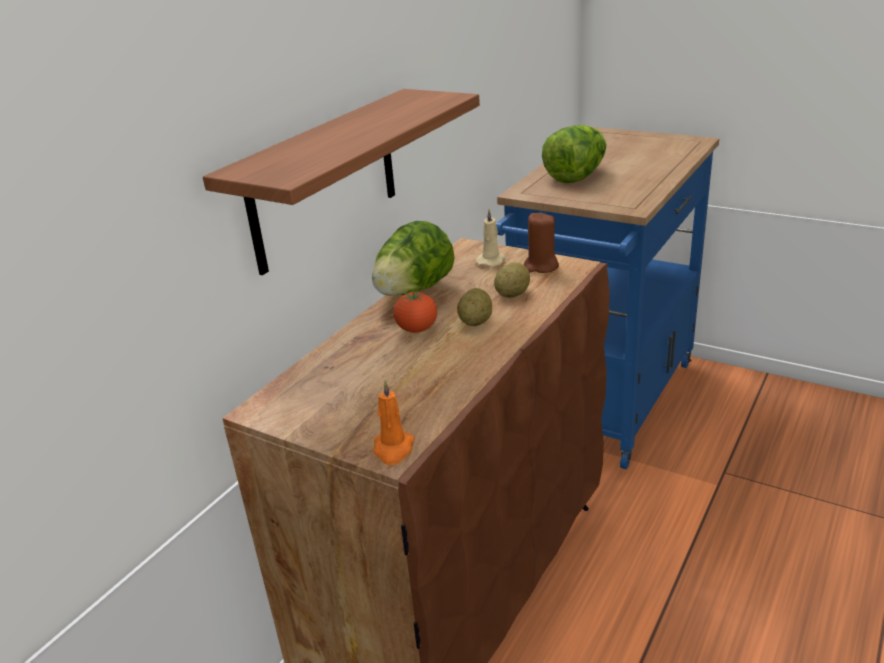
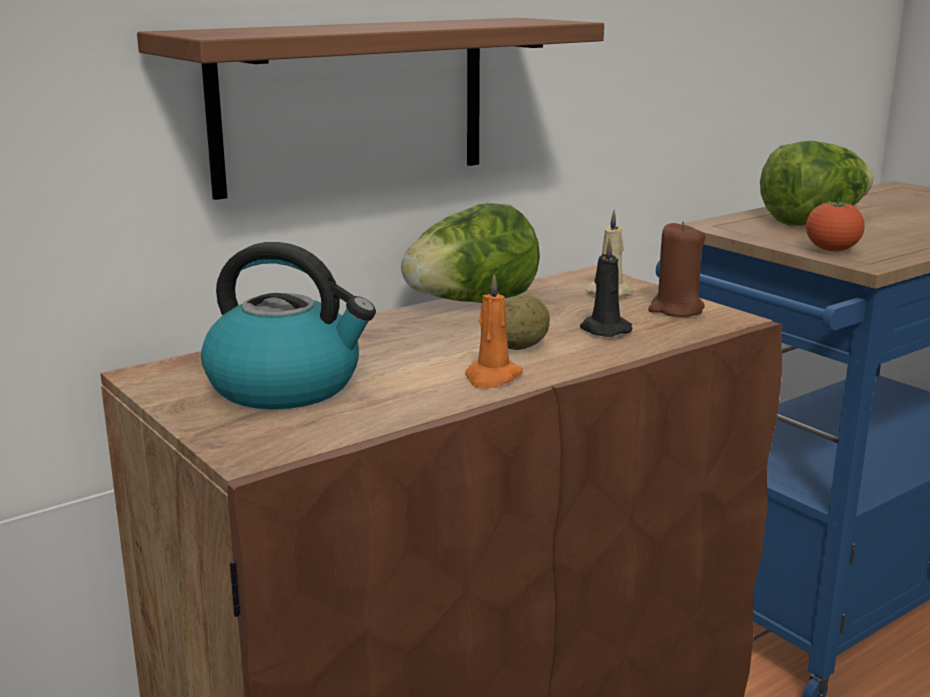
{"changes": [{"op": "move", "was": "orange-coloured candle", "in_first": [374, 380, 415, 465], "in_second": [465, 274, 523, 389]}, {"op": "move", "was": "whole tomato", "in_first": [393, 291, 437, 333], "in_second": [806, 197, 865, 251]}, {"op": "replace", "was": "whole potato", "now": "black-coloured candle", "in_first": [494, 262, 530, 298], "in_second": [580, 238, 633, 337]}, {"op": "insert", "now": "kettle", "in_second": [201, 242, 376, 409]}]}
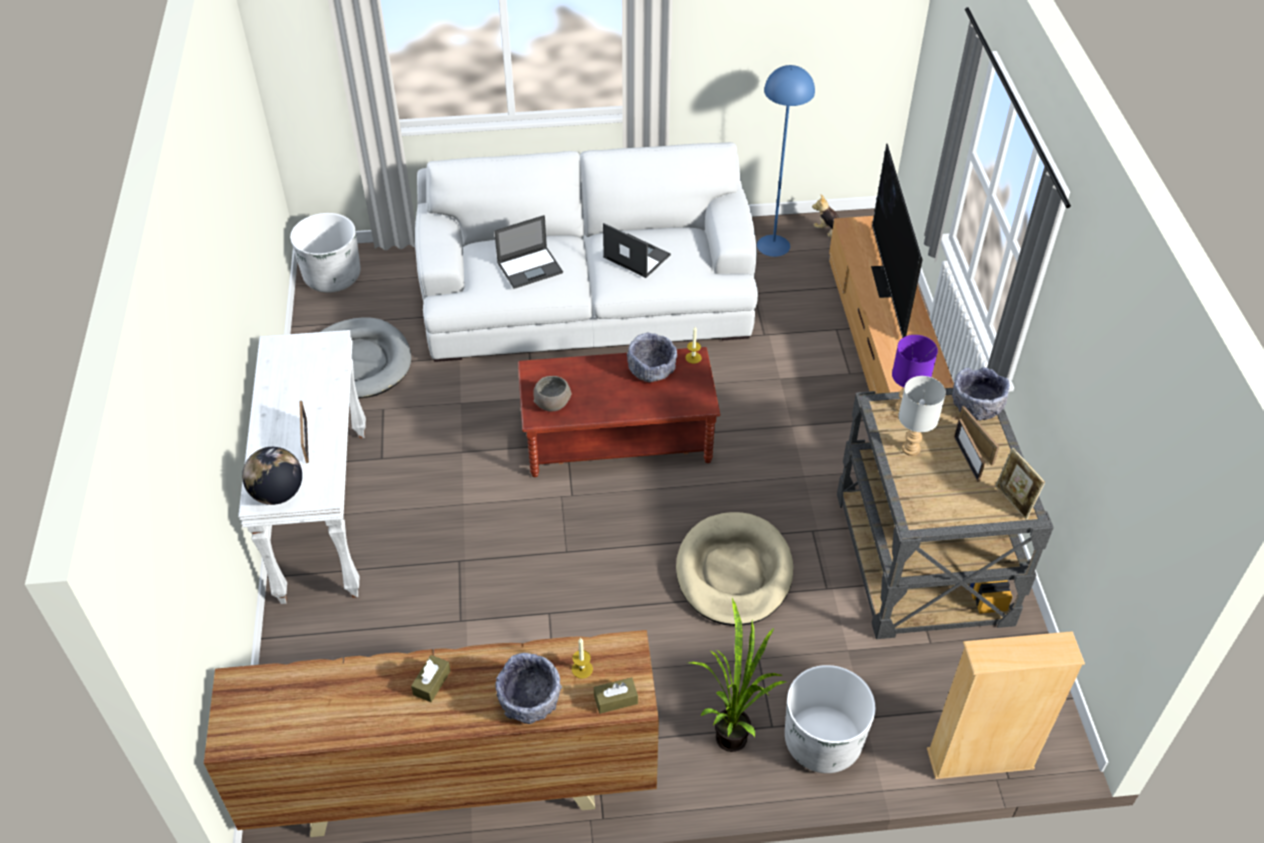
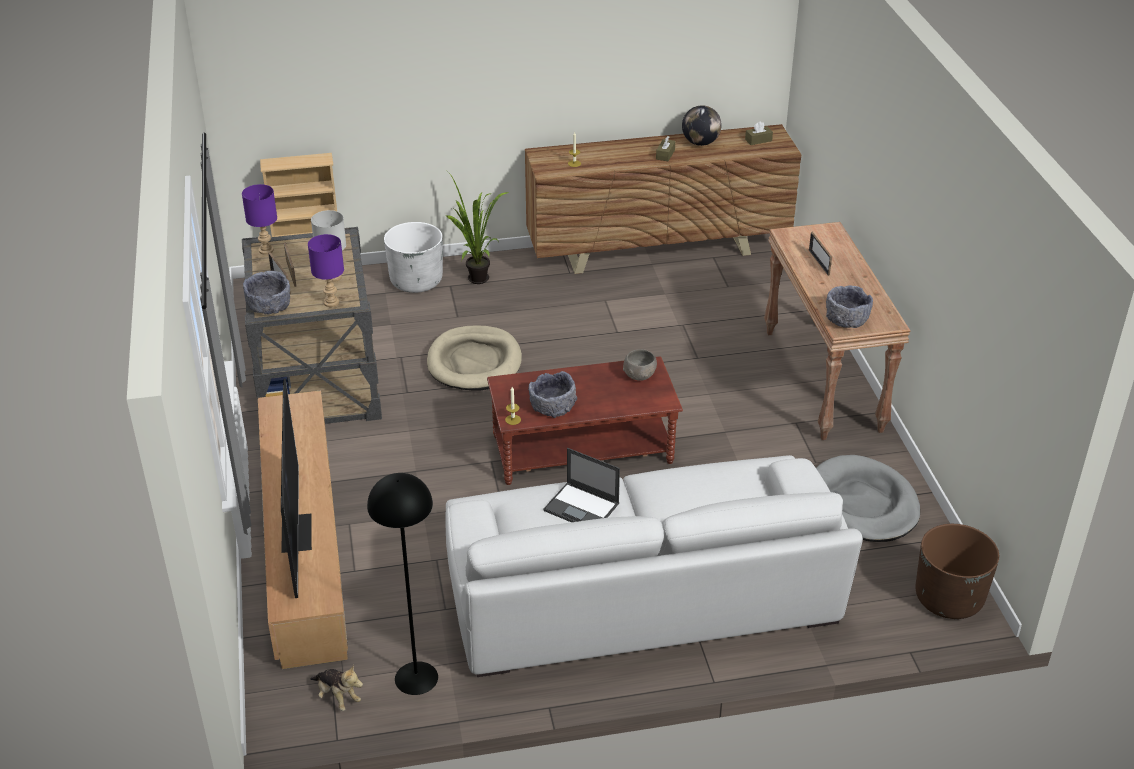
{"changes": [{"op": "recolor", "was": "white-coloured narrow table", "now": "brown narrow table", "in_first": [238, 330, 366, 604], "in_second": [764, 222, 911, 440]}, {"op": "move", "was": "desk globe", "in_first": [242, 447, 302, 505], "in_second": [682, 105, 722, 146]}, {"op": "recolor", "was": "white-coloured flower pot", "now": "brown flower pot", "in_first": [290, 213, 361, 293], "in_second": [916, 524, 999, 619]}, {"op": "delete", "was": "laptop", "in_first": [494, 215, 563, 289]}, {"op": "move", "was": "greyish deep dish", "in_first": [495, 653, 562, 724], "in_second": [826, 285, 873, 328]}, {"op": "move", "was": "brown box of tissues", "in_first": [594, 677, 638, 714], "in_second": [745, 121, 773, 145]}, {"op": "recolor", "was": "blue-coloured standing lamp", "now": "black-coloured standing lamp", "in_first": [757, 65, 815, 257], "in_second": [367, 473, 438, 695]}, {"op": "replace", "was": "photo frame", "now": "purple-coloured tabletop lamp", "in_first": [995, 448, 1045, 520], "in_second": [242, 184, 277, 254]}]}
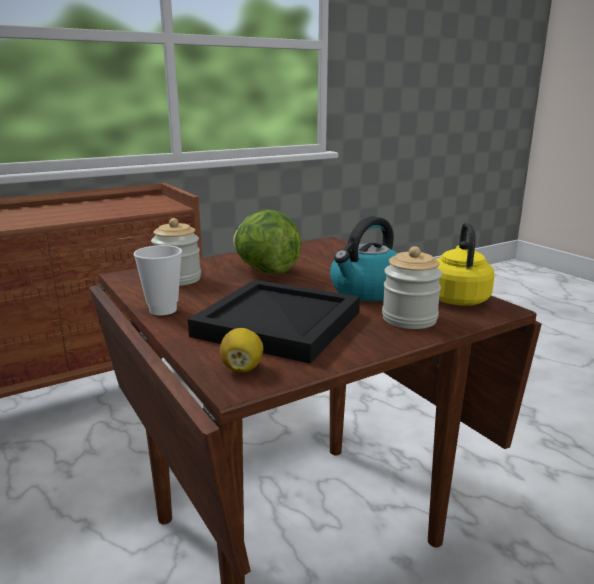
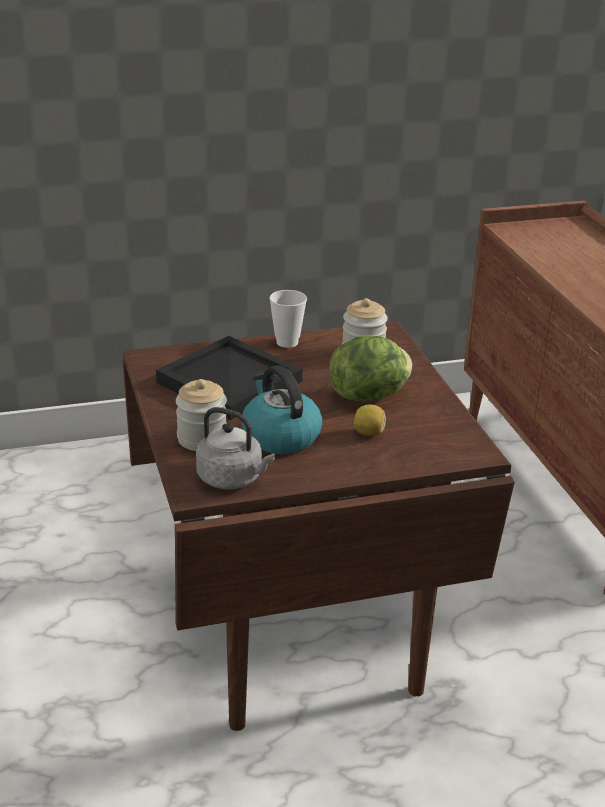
{"changes": [{"op": "move", "was": "whole lemon", "in_first": [220, 328, 263, 372], "in_second": [353, 404, 386, 436]}, {"op": "recolor", "was": "yellow-coloured kettle", "now": "greyish kettle", "in_first": [436, 222, 494, 306], "in_second": [196, 407, 275, 489]}]}
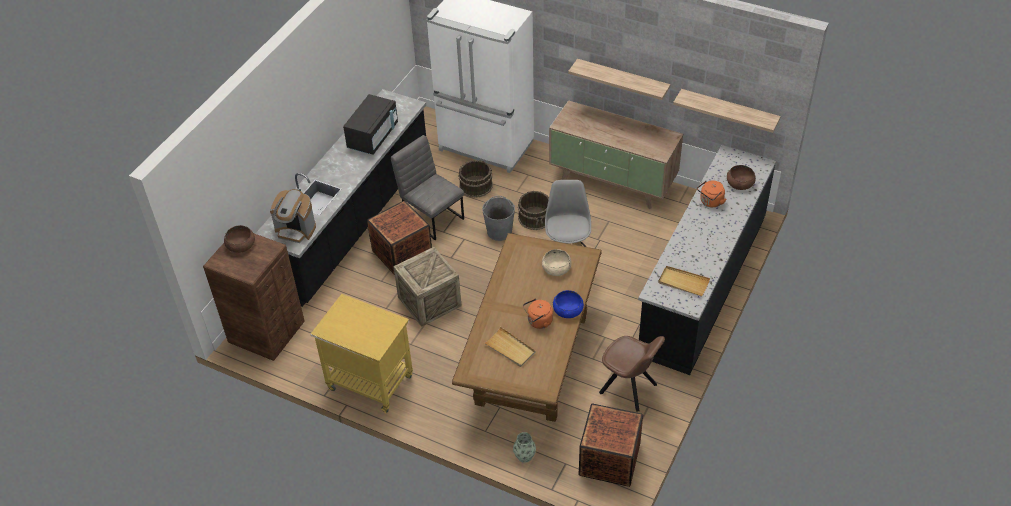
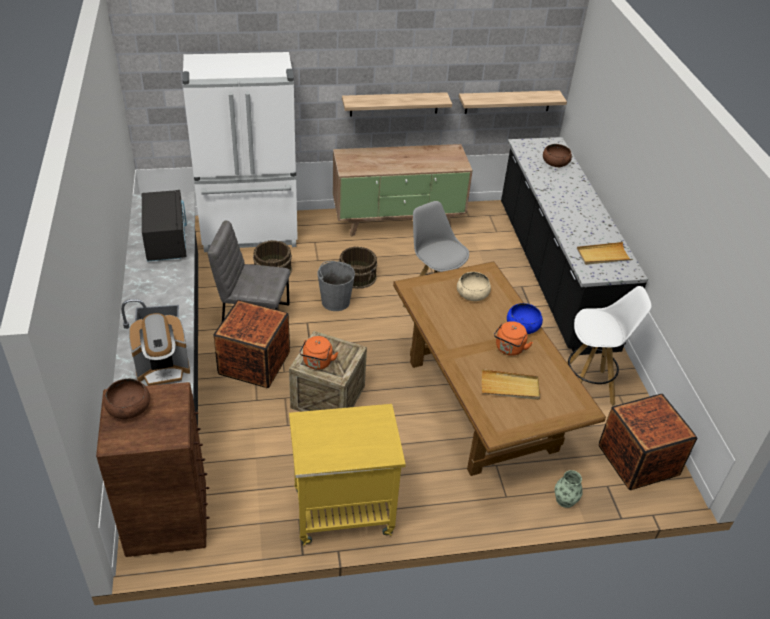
{"changes": [{"op": "replace", "was": "brown upright chair", "now": "white-coloured stool", "in_first": [599, 336, 665, 412], "in_second": [567, 286, 652, 405]}, {"op": "move", "was": "orange-coloured kettle", "in_first": [697, 181, 726, 207], "in_second": [300, 336, 338, 370]}]}
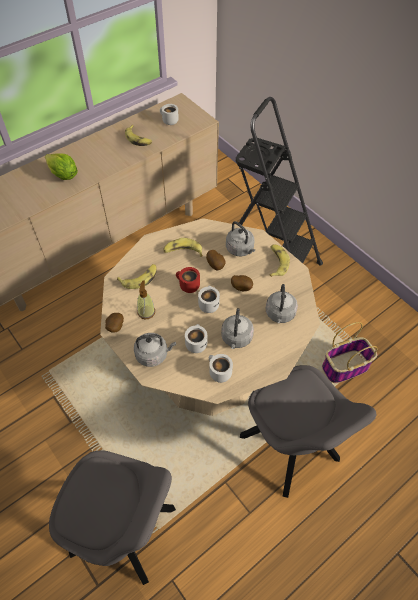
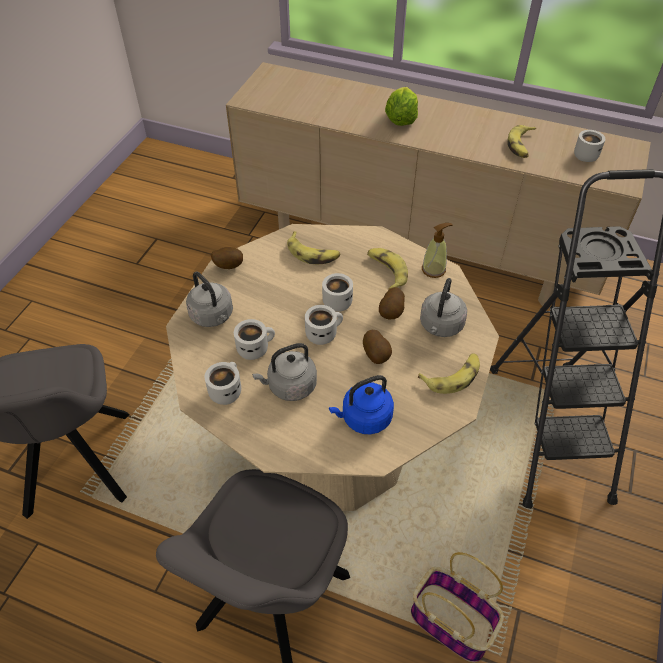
{"changes": [{"op": "move", "was": "soap dispenser", "in_first": [137, 280, 155, 319], "in_second": [422, 223, 452, 278]}, {"op": "recolor", "was": "reddish tea mug", "now": "white-coloured tea mug", "in_first": [176, 267, 200, 293], "in_second": [322, 273, 353, 312]}, {"op": "recolor", "was": "greyish kettle", "now": "blue-coloured kettle", "in_first": [266, 284, 298, 323], "in_second": [329, 375, 394, 434]}]}
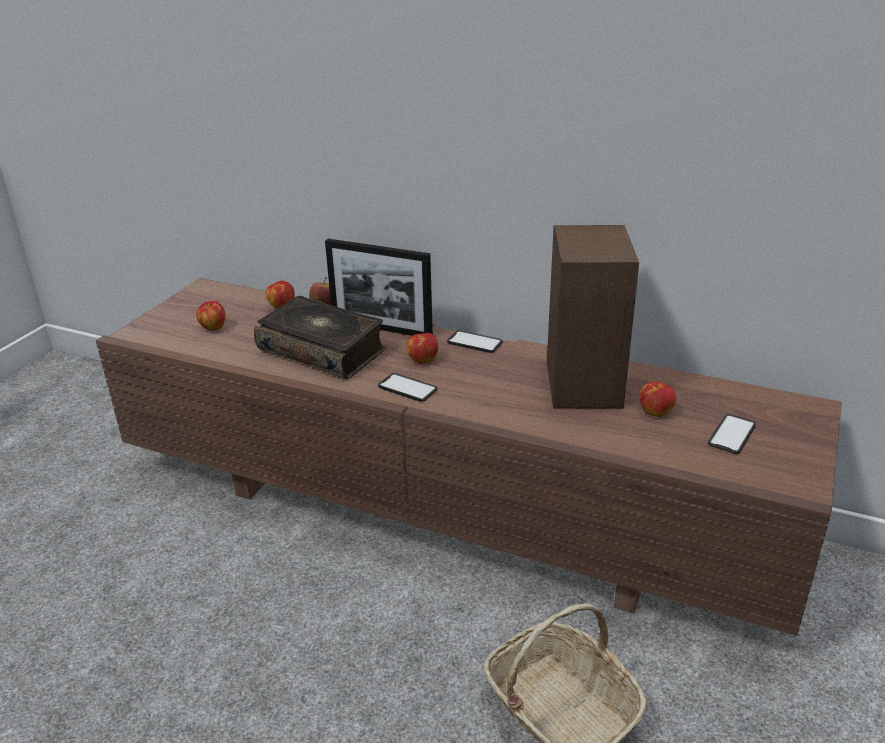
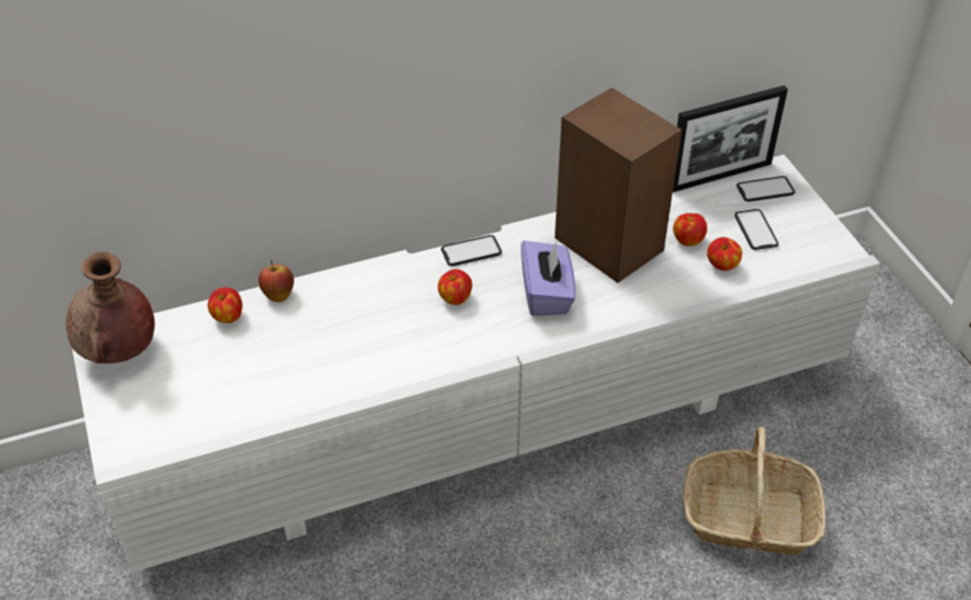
{"changes": [{"op": "recolor", "was": "brown tv unit", "now": "white-coloured tv unit", "in_first": [96, 278, 842, 636], "in_second": [72, 155, 880, 572]}, {"op": "move", "was": "whole apple", "in_first": [196, 301, 226, 330], "in_second": [707, 237, 742, 271]}, {"op": "delete", "was": "book", "in_first": [254, 296, 386, 380]}, {"op": "move", "was": "photo frame", "in_first": [325, 239, 433, 336], "in_second": [673, 85, 788, 192]}, {"op": "move", "was": "phone", "in_first": [378, 373, 438, 402], "in_second": [736, 176, 795, 202]}, {"op": "insert", "now": "brown decorative vase", "in_second": [66, 252, 155, 364]}, {"op": "insert", "now": "purple-coloured box of tissues", "in_second": [521, 241, 576, 316]}]}
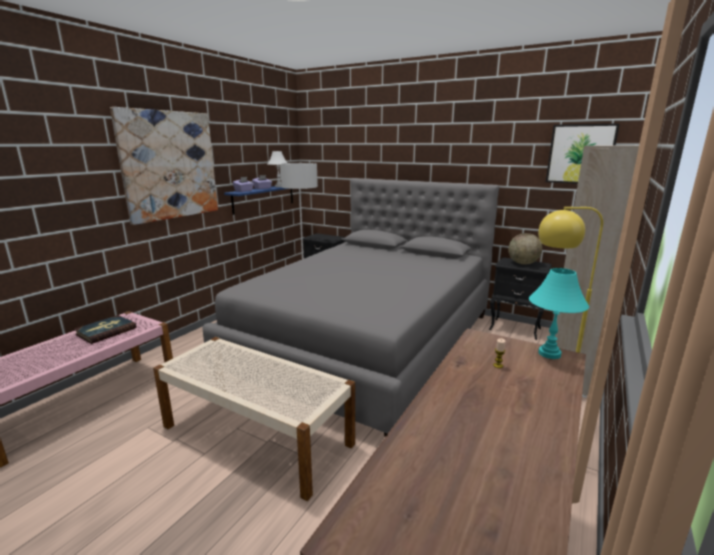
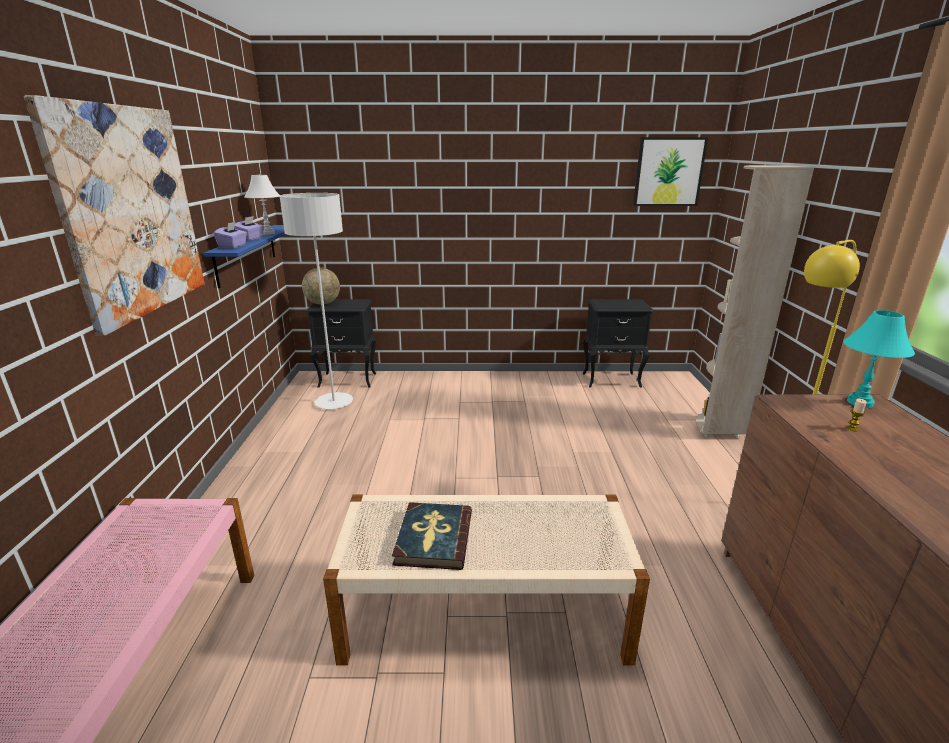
{"changes": [{"op": "move", "was": "book", "in_first": [74, 315, 136, 344], "in_second": [392, 502, 472, 570]}, {"op": "delete", "was": "greyish sleeping bed", "in_first": [202, 178, 499, 437]}, {"op": "move", "was": "desk globe", "in_first": [508, 233, 542, 265], "in_second": [302, 268, 340, 305]}]}
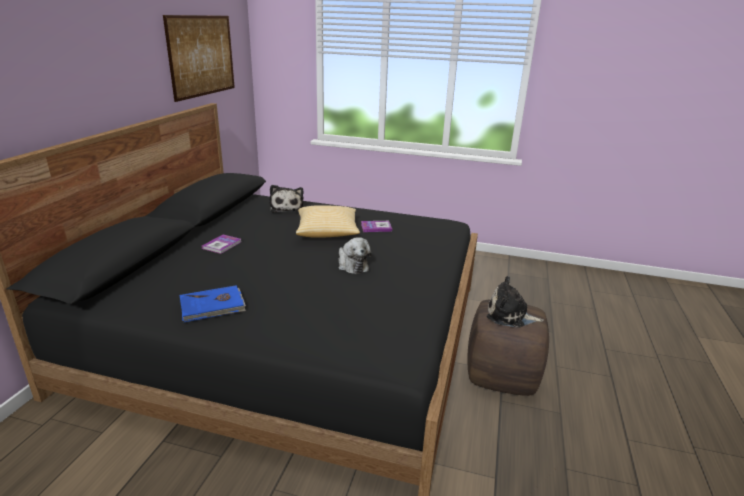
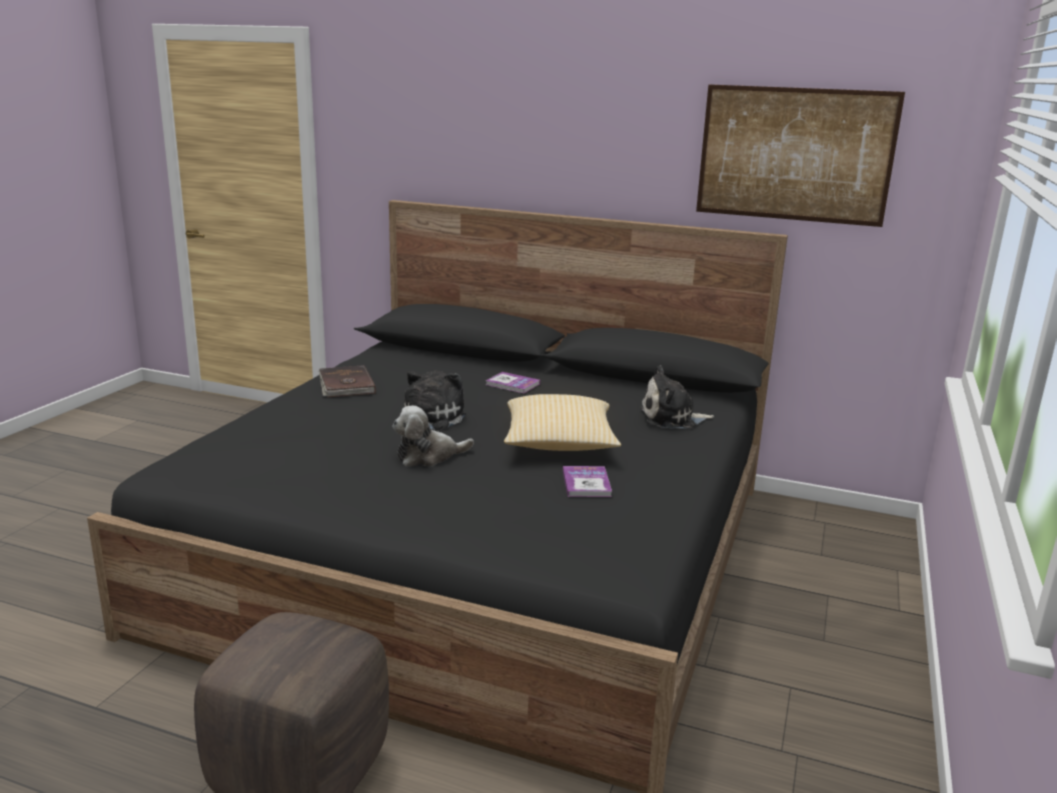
{"changes": [{"op": "recolor", "was": "blue-coloured book", "now": "brown book", "in_first": [179, 285, 246, 322], "in_second": [319, 365, 376, 398]}, {"op": "move", "was": "soft toy", "in_first": [487, 276, 544, 328], "in_second": [398, 370, 466, 430]}]}
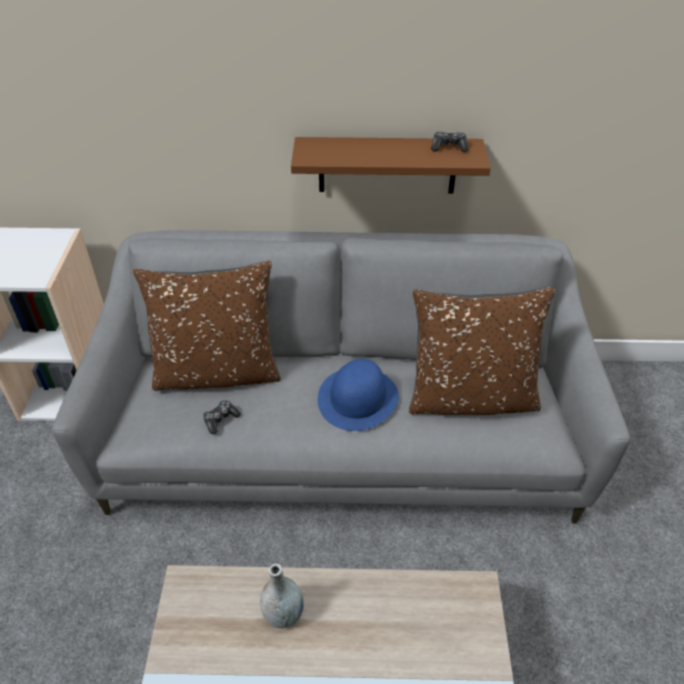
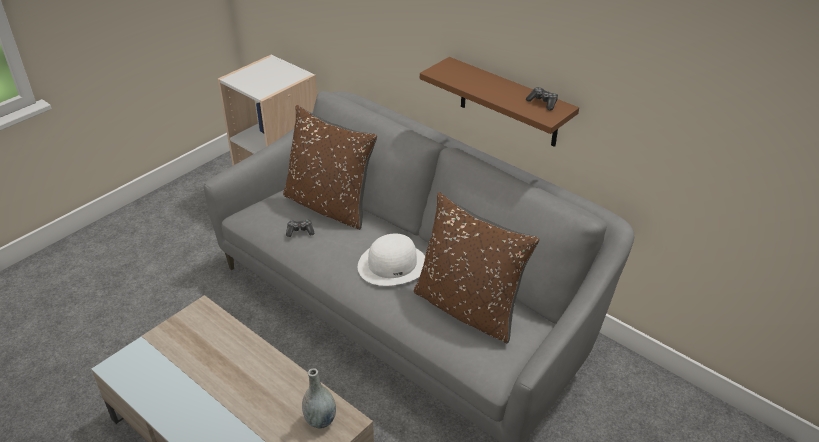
{"changes": [{"op": "move", "was": "greyish decorative vase", "in_first": [260, 564, 304, 628], "in_second": [302, 368, 336, 428]}, {"op": "recolor", "was": "blue-coloured clothing hat", "now": "white-coloured clothing hat", "in_first": [318, 359, 399, 431], "in_second": [358, 234, 425, 286]}]}
